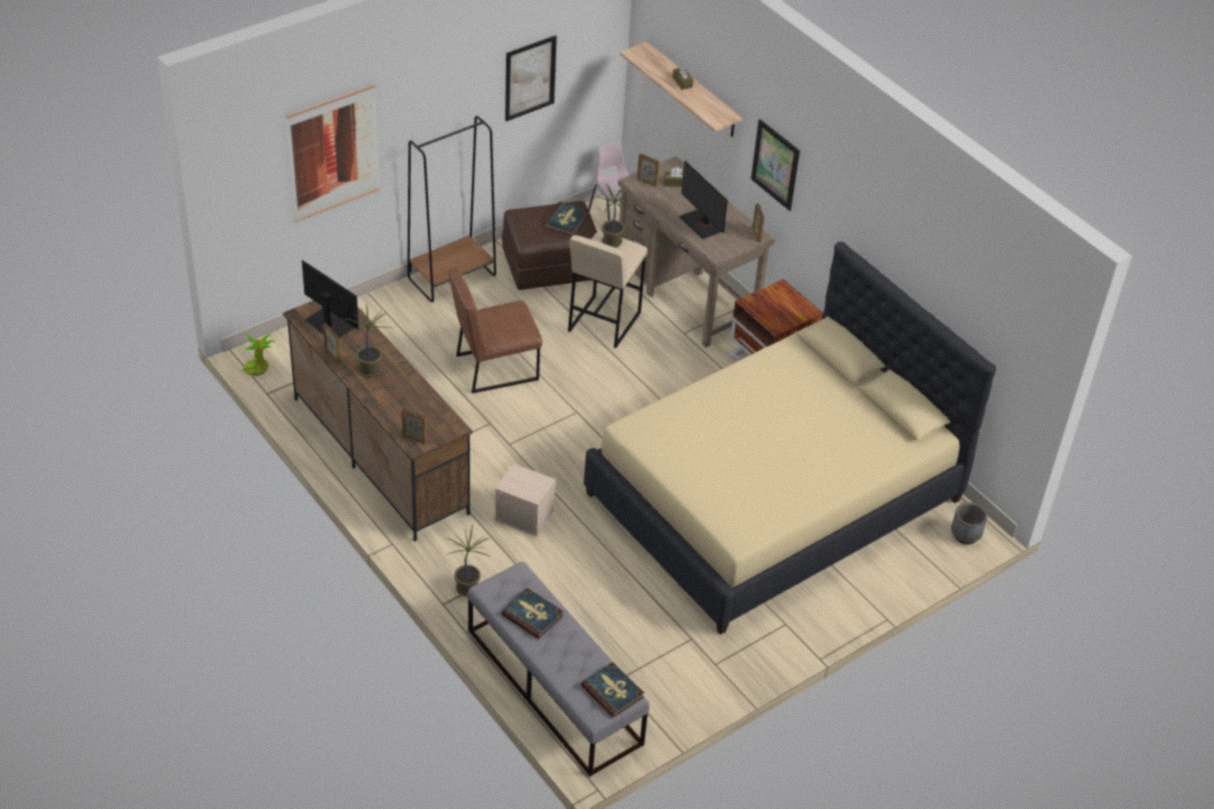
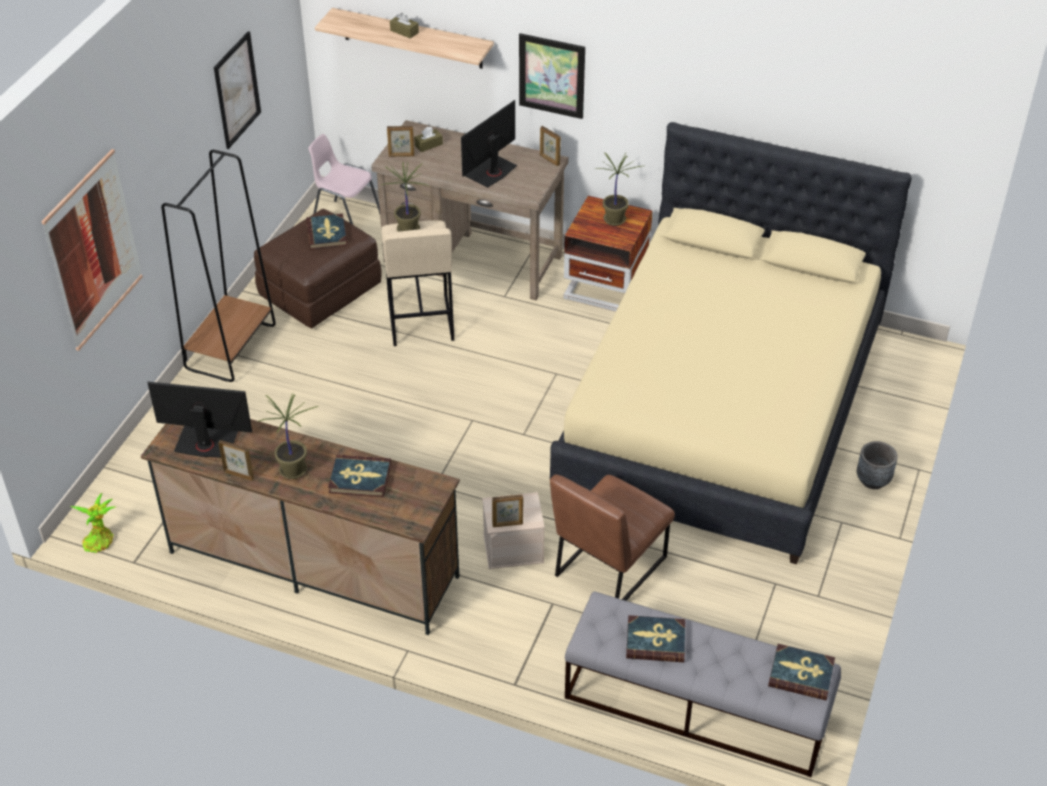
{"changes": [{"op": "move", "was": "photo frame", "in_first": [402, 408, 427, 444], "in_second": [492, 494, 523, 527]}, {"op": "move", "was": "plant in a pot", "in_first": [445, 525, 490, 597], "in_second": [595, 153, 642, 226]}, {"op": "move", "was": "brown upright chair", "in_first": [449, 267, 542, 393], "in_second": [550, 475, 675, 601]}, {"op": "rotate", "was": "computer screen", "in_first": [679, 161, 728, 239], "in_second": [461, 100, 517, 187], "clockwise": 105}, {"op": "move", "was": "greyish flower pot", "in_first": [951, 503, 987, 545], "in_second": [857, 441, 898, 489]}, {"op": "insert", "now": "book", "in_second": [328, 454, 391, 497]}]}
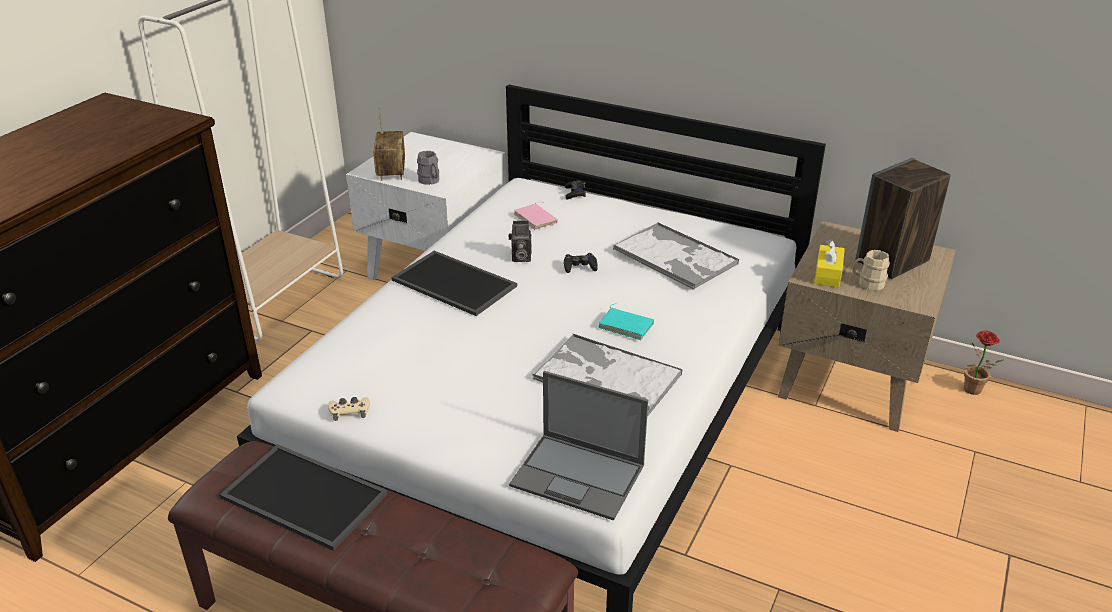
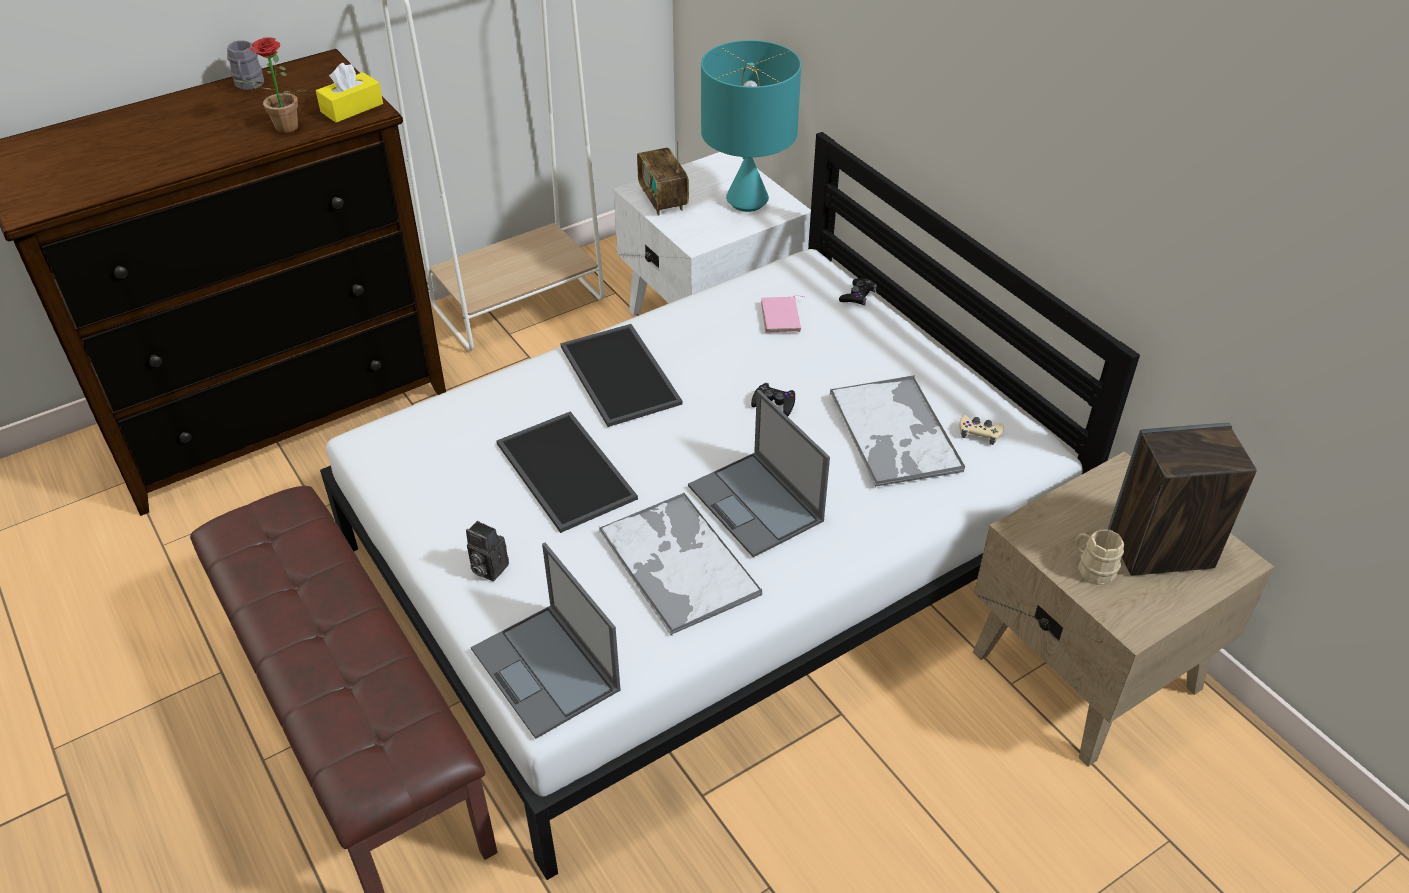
{"changes": [{"op": "move", "was": "serving tray", "in_first": [219, 444, 388, 551], "in_second": [497, 411, 638, 533]}, {"op": "move", "was": "beige-coloured gamepad", "in_first": [328, 397, 370, 421], "in_second": [959, 415, 1004, 445]}, {"op": "rotate", "was": "radio receiver", "in_first": [373, 106, 405, 181], "in_second": [637, 140, 689, 216], "clockwise": 135}, {"op": "move", "was": "greyish tea mug", "in_first": [417, 151, 439, 185], "in_second": [227, 40, 264, 90]}, {"op": "move", "was": "photo camera", "in_first": [508, 221, 532, 262], "in_second": [466, 521, 509, 581]}, {"op": "replace", "was": "blue-green book", "now": "laptop", "in_first": [598, 303, 654, 340], "in_second": [688, 390, 830, 557]}, {"op": "move", "was": "yellow-coloured box of tissues", "in_first": [814, 239, 845, 288], "in_second": [316, 63, 383, 123]}, {"op": "move", "was": "plant in a pot", "in_first": [964, 330, 1003, 395], "in_second": [235, 37, 308, 133]}, {"op": "insert", "now": "blue-green tabletop lamp", "in_second": [701, 40, 801, 212]}]}
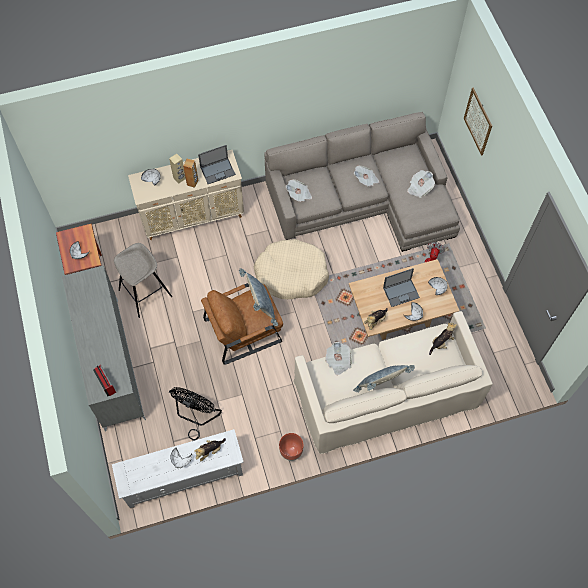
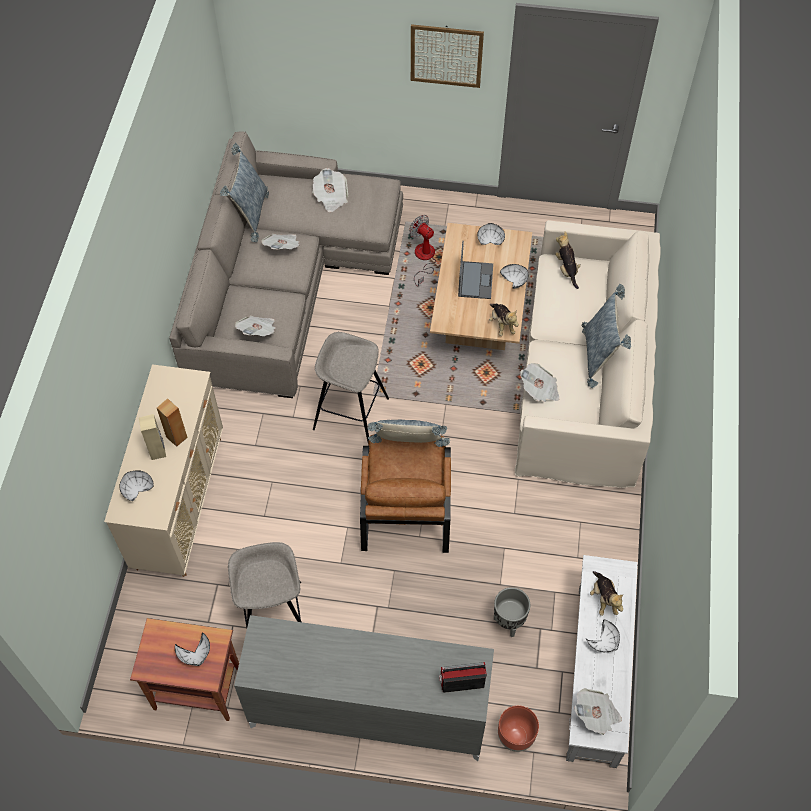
{"changes": [{"op": "replace", "was": "black-coloured electric fan", "now": "greyish flower pot", "in_first": [169, 387, 222, 441], "in_second": [494, 587, 530, 637]}, {"op": "delete", "was": "laptop", "in_first": [198, 145, 236, 184]}, {"op": "replace", "was": "beige-coloured pet bed", "now": "greyish stool", "in_first": [254, 239, 329, 299], "in_second": [313, 332, 389, 442]}, {"op": "move", "was": "brown flower pot", "in_first": [279, 433, 303, 461], "in_second": [498, 705, 539, 752]}, {"op": "move", "was": "wall art", "in_first": [464, 88, 492, 156], "in_second": [411, 24, 484, 88]}, {"op": "insert", "now": "cushion", "in_second": [220, 143, 269, 242]}, {"op": "insert", "now": "daily paper", "in_second": [574, 688, 622, 735]}]}
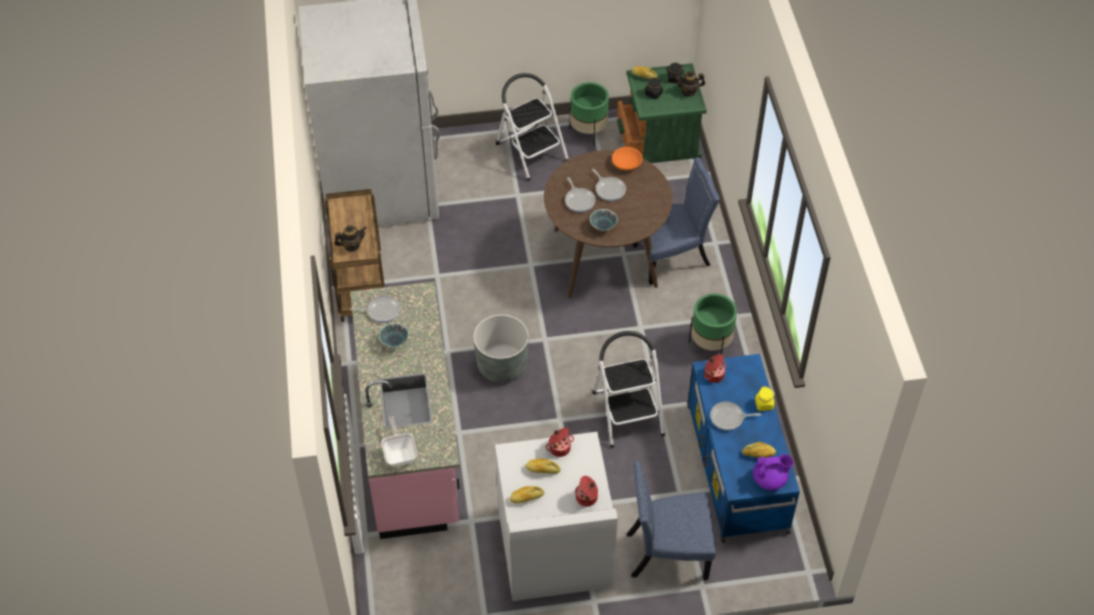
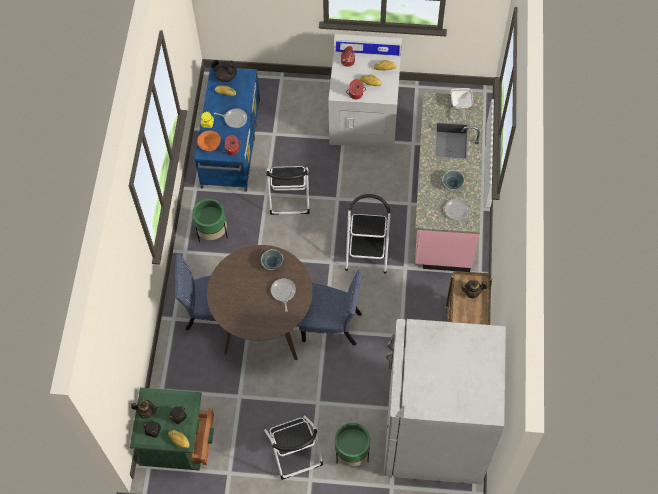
{"changes": [{"op": "replace", "was": "greyish flower pot", "now": "step ladder", "in_first": [473, 314, 529, 383], "in_second": [345, 194, 391, 274]}, {"op": "move", "was": "green flower pot", "in_first": [570, 82, 609, 145], "in_second": [335, 423, 370, 467]}, {"op": "delete", "was": "pan", "in_first": [592, 169, 626, 201]}, {"op": "move", "was": "orange-coloured deep dish", "in_first": [612, 147, 643, 171], "in_second": [197, 131, 221, 152]}, {"op": "move", "was": "blue-coloured upright chair", "in_first": [627, 461, 716, 580], "in_second": [299, 269, 362, 345]}, {"op": "recolor", "was": "purple-coloured pot for tea", "now": "black-coloured pot for tea", "in_first": [753, 454, 794, 490], "in_second": [210, 60, 237, 82]}]}
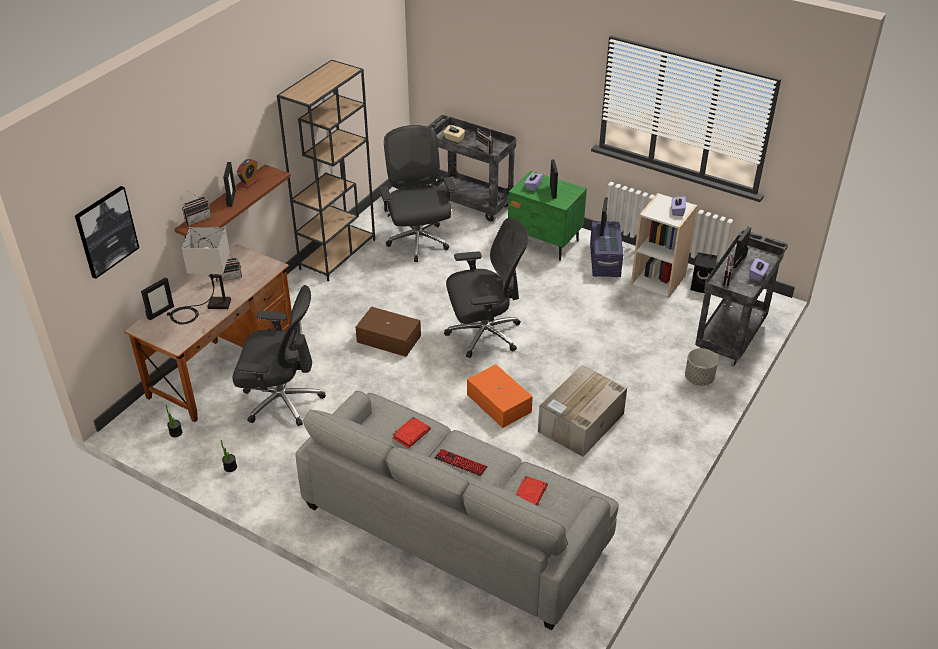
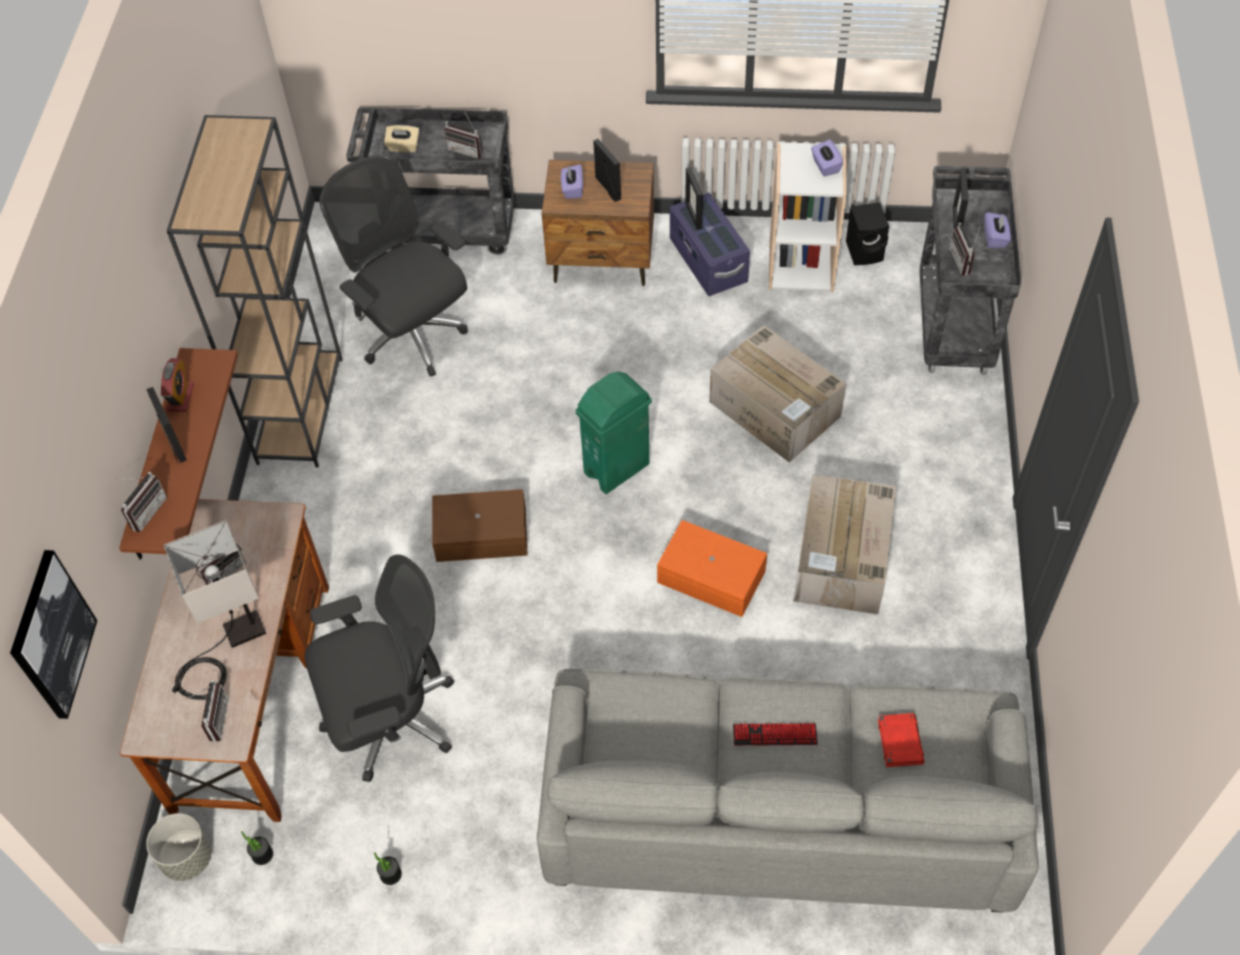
{"changes": [{"op": "delete", "was": "photo frame", "in_first": [141, 277, 174, 320]}, {"op": "delete", "was": "reddish book", "in_first": [392, 417, 430, 448]}, {"op": "replace", "was": "office chair", "now": "green trash can", "in_first": [444, 218, 528, 358], "in_second": [576, 372, 652, 494]}, {"op": "recolor", "was": "green night table", "now": "brown night table", "in_first": [508, 171, 587, 261], "in_second": [542, 160, 654, 286]}, {"op": "move", "was": "greyish flower pot", "in_first": [685, 348, 718, 386], "in_second": [146, 813, 212, 881]}, {"op": "insert", "now": "radio receiver", "in_second": [185, 680, 229, 742]}, {"op": "insert", "now": "cardboard box", "in_second": [709, 325, 846, 462]}]}
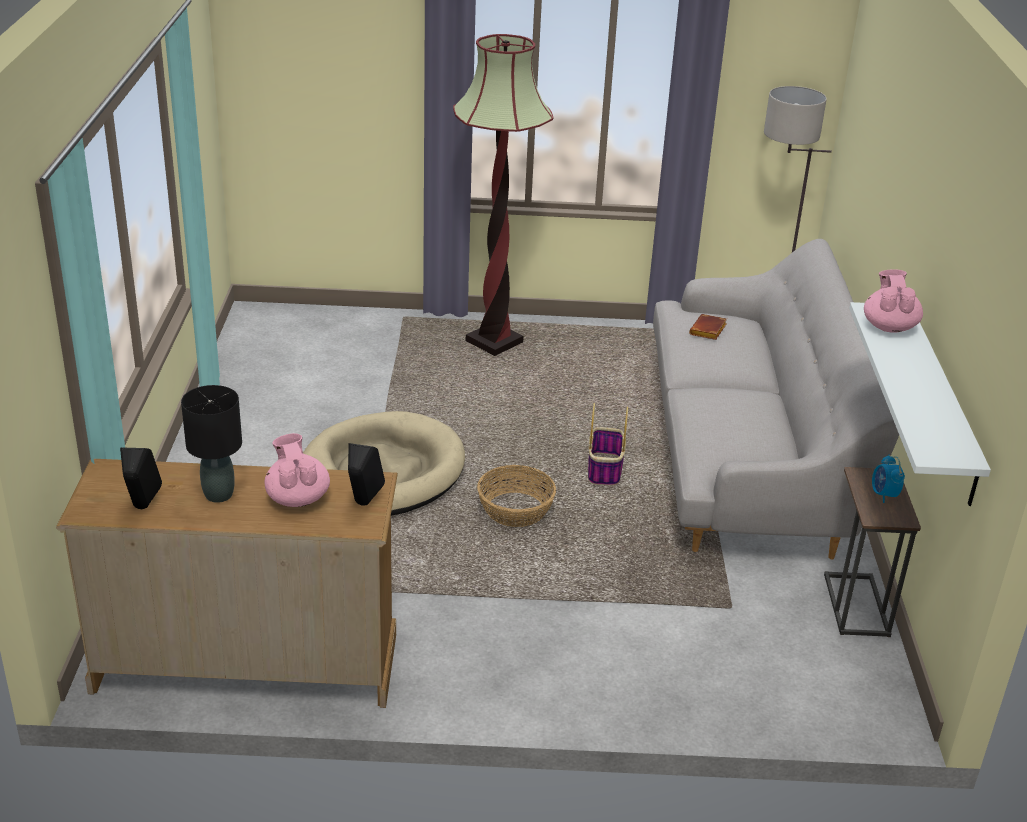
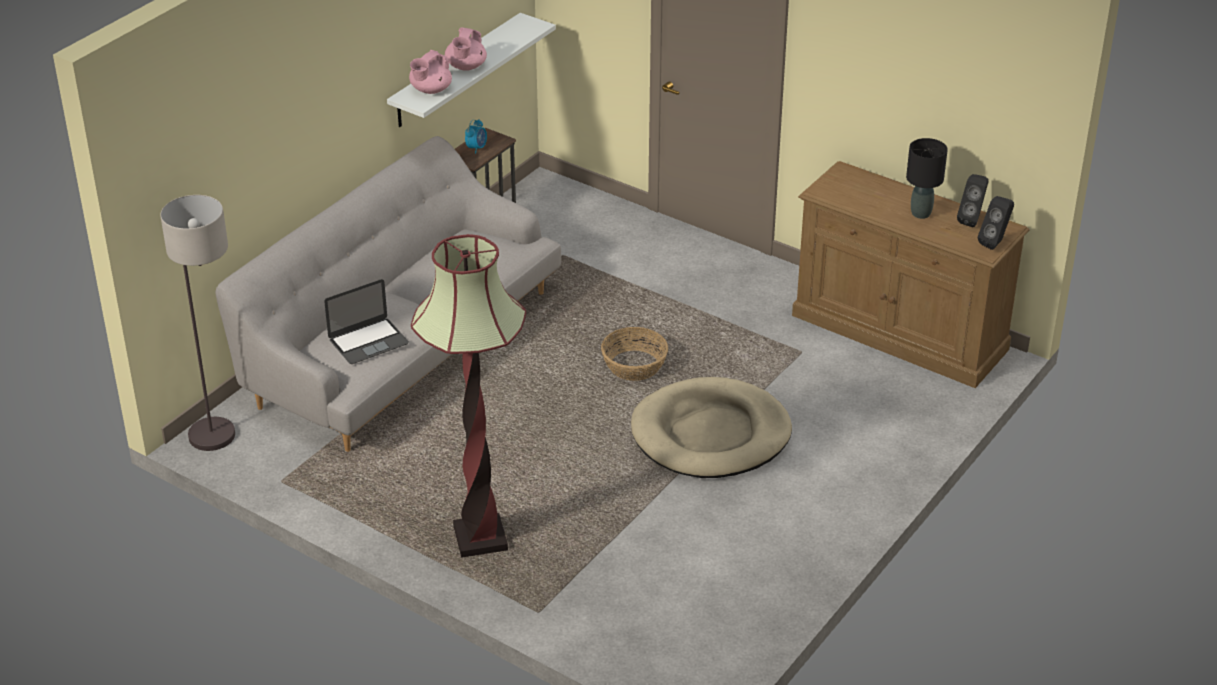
{"changes": [{"op": "move", "was": "pink-coloured pot for tea", "in_first": [265, 433, 330, 507], "in_second": [445, 28, 487, 71]}, {"op": "move", "was": "black-coloured audio speaker", "in_first": [348, 443, 385, 506], "in_second": [978, 196, 1014, 250]}, {"op": "delete", "was": "household basket", "in_first": [588, 403, 628, 486]}, {"op": "replace", "was": "brown book", "now": "laptop", "in_first": [689, 314, 727, 340], "in_second": [324, 279, 409, 364]}]}
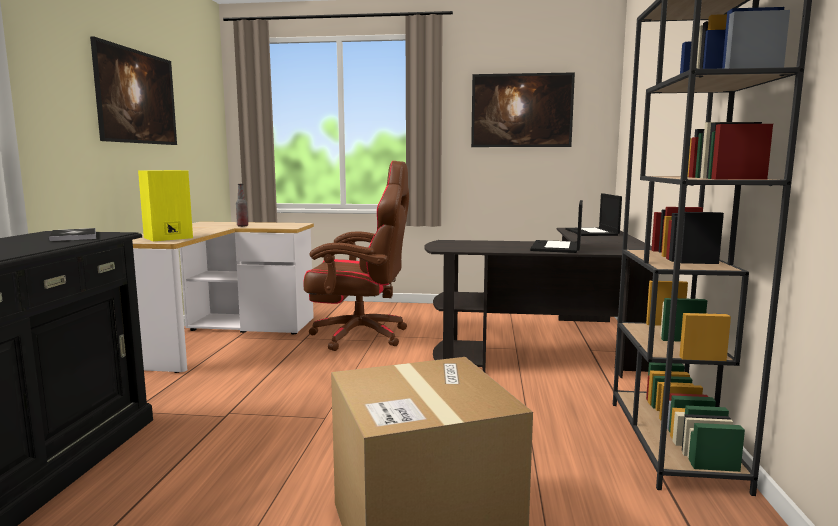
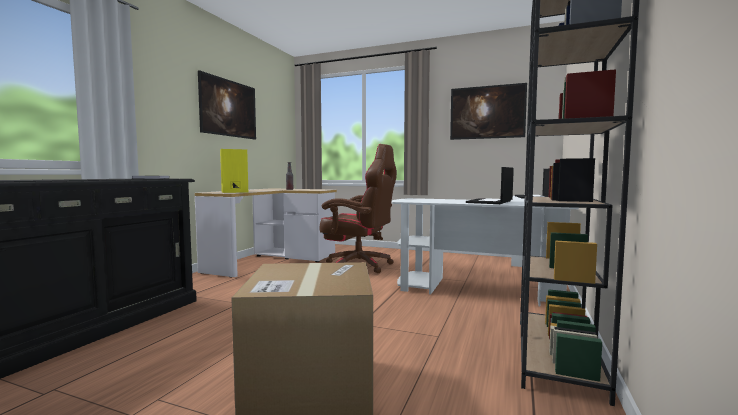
{"changes": [{"op": "recolor", "was": "black-coloured desk", "now": "white-coloured desk", "in_first": [424, 228, 653, 378], "in_second": [392, 196, 579, 306]}]}
